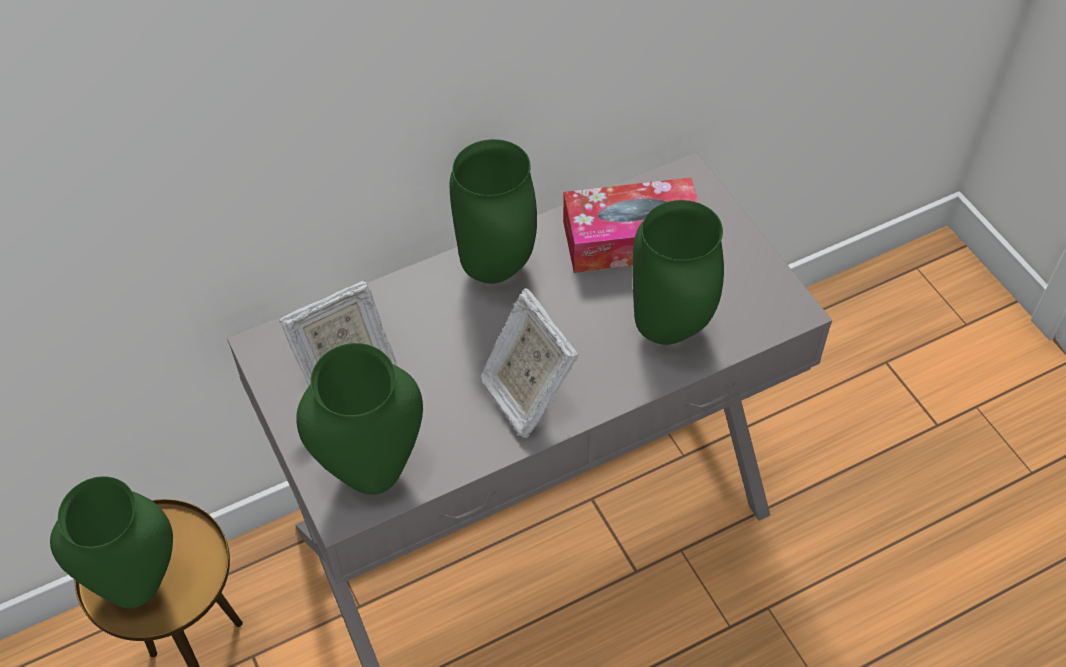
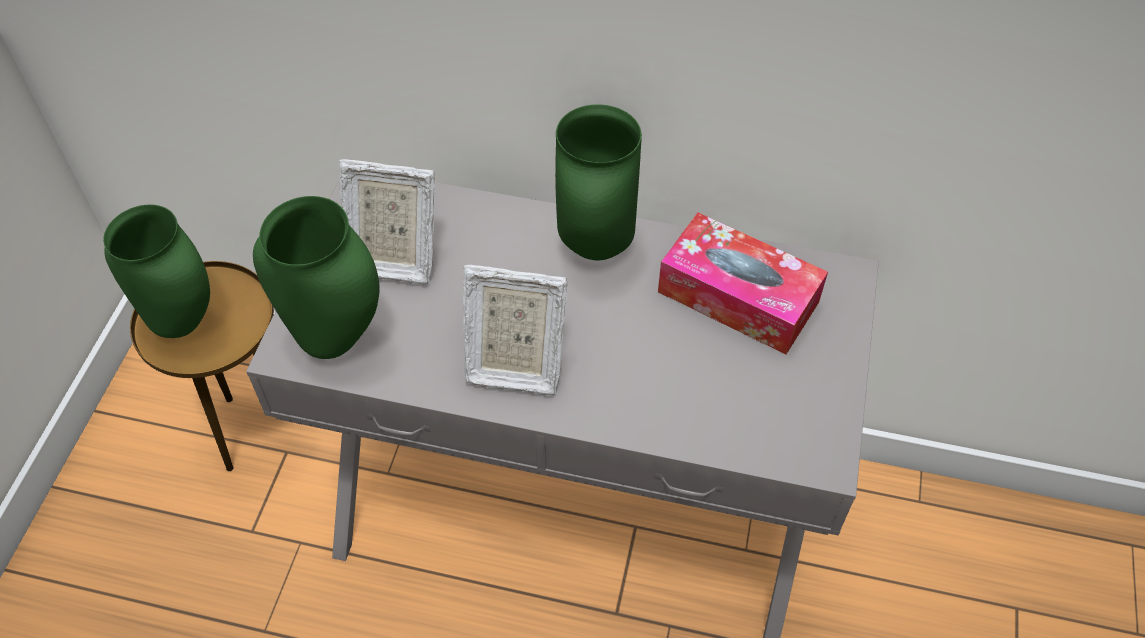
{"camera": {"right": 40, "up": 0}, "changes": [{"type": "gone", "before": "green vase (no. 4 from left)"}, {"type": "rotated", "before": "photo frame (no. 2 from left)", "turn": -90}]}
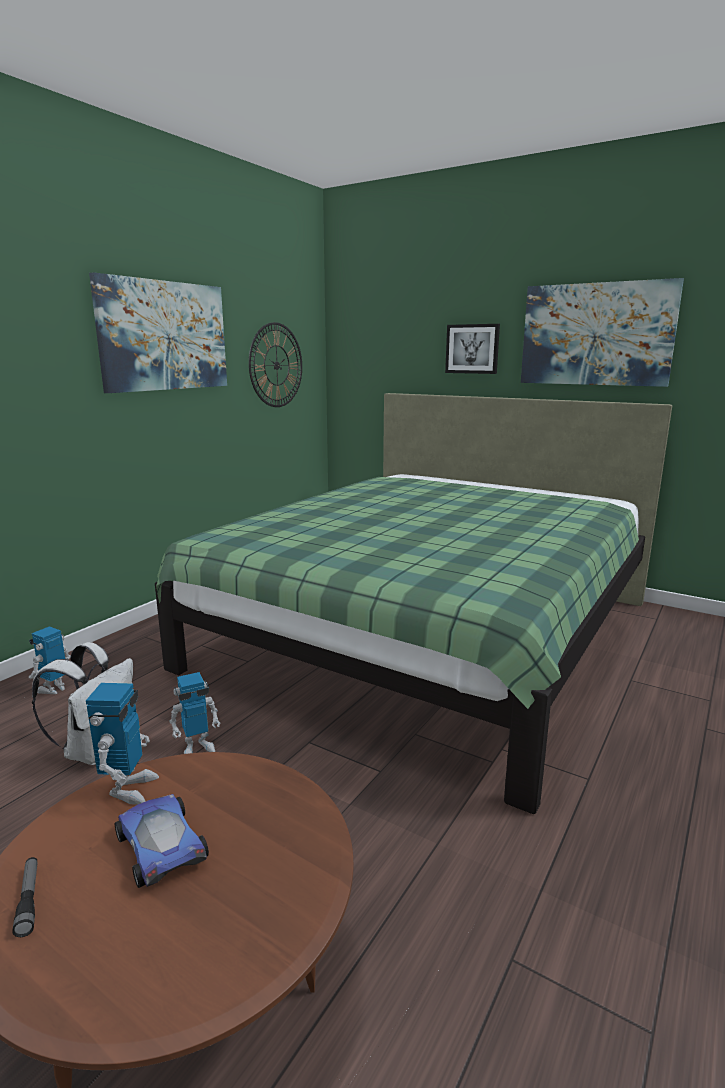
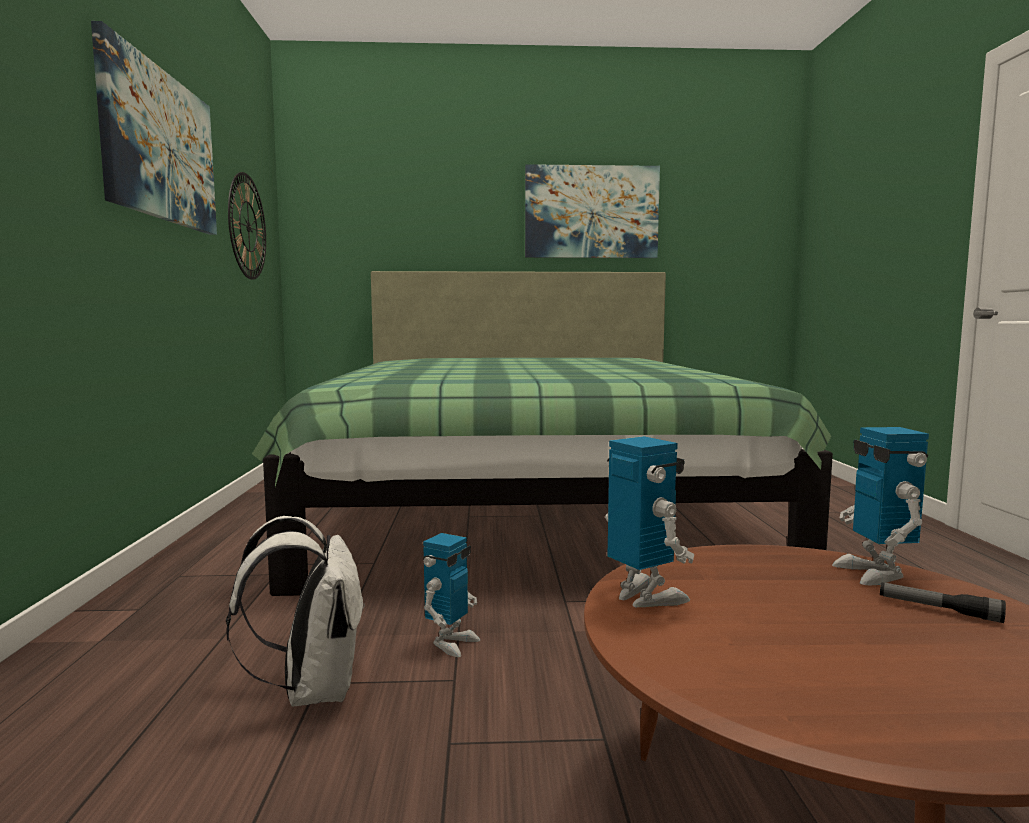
{"camera": {"right": -35, "up": -10}, "changes": [{"type": "gone", "before": "wall picture (no. 2 from left)"}, {"type": "shifted", "before": "toy robot (no. 1 from left in the first image)", "after": "toy robot (no. 3 from left)"}, {"type": "gone", "before": "toy car"}, {"type": "shifted", "before": "torch"}]}
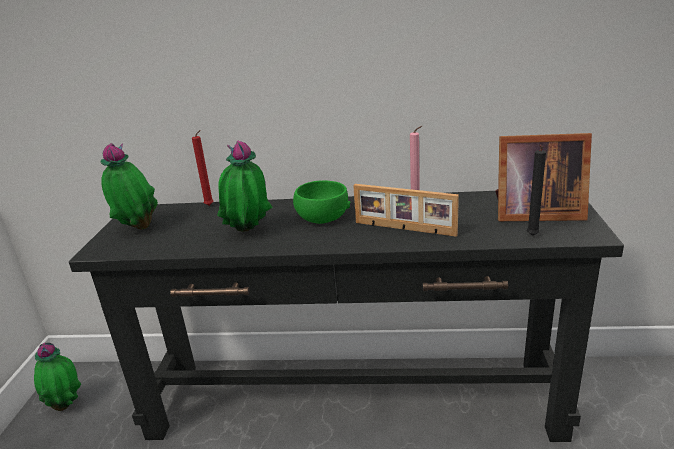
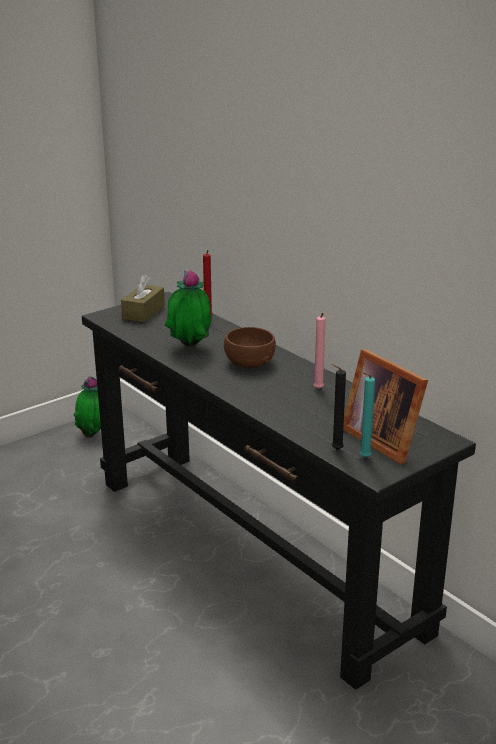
{"camera": {"right": 45, "up": 0}, "changes": [{"type": "swapped", "before": "plant in a pot (no. 2 from left)", "after": "brown tissue holder"}, {"type": "repainted", "before": "green deep dish", "after": "brown deep dish"}, {"type": "gone", "before": "photo frame (no. 1 from left)"}, {"type": "new", "after": "blue-green wax light"}]}
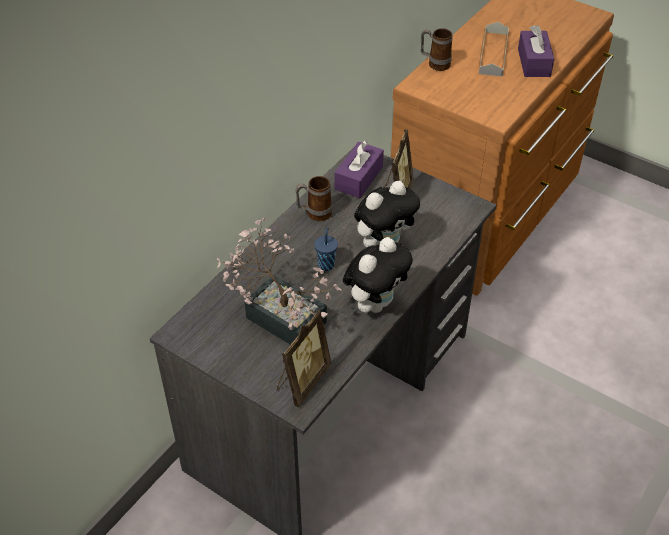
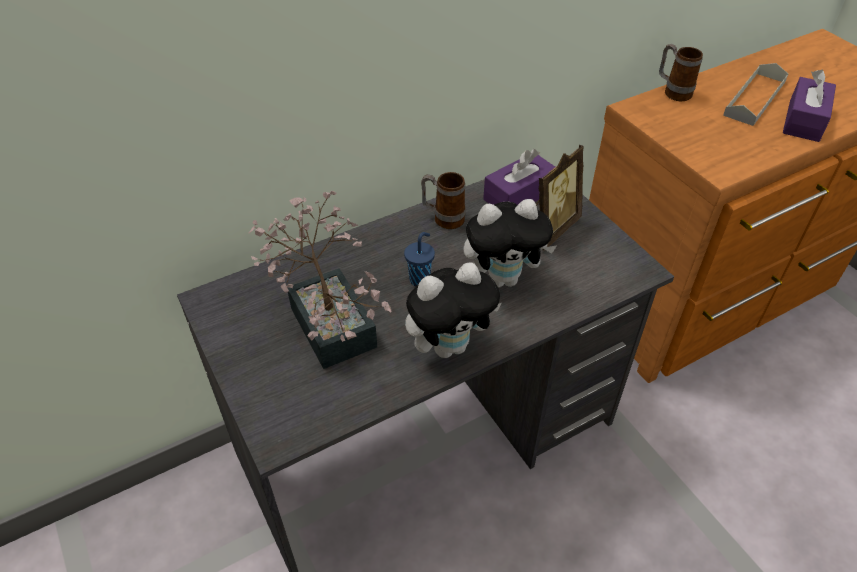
{"camera": {"right": 25, "up": 0}, "changes": [{"type": "gone", "before": "photo frame (no. 1 from left)"}]}
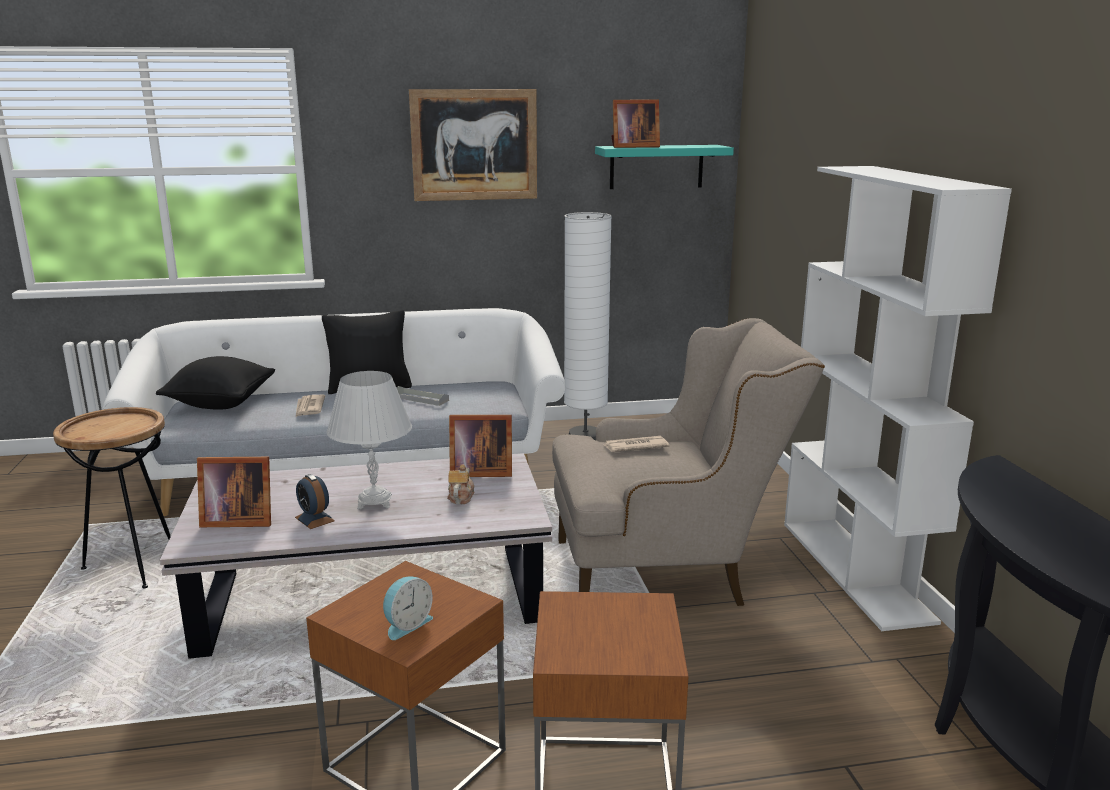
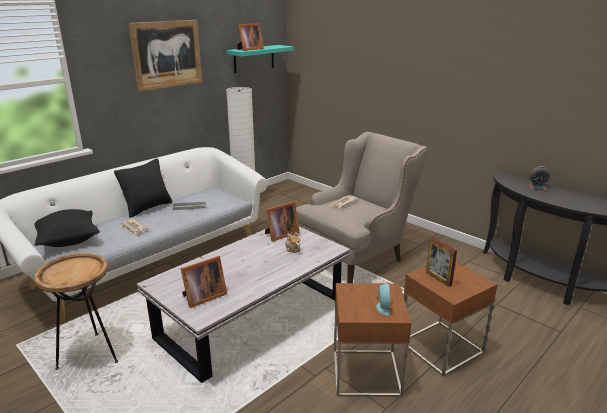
{"camera": {"right": -35, "up": 5}, "changes": [{"type": "gone", "before": "white-coloured bookcase"}, {"type": "gone", "before": "white-coloured tabletop lamp"}, {"type": "shifted", "before": "table clock (no. 1 from left in the first image)", "after": "table clock (no. 2 from left)"}, {"type": "new", "after": "photo frame (no. 4 from left)"}]}
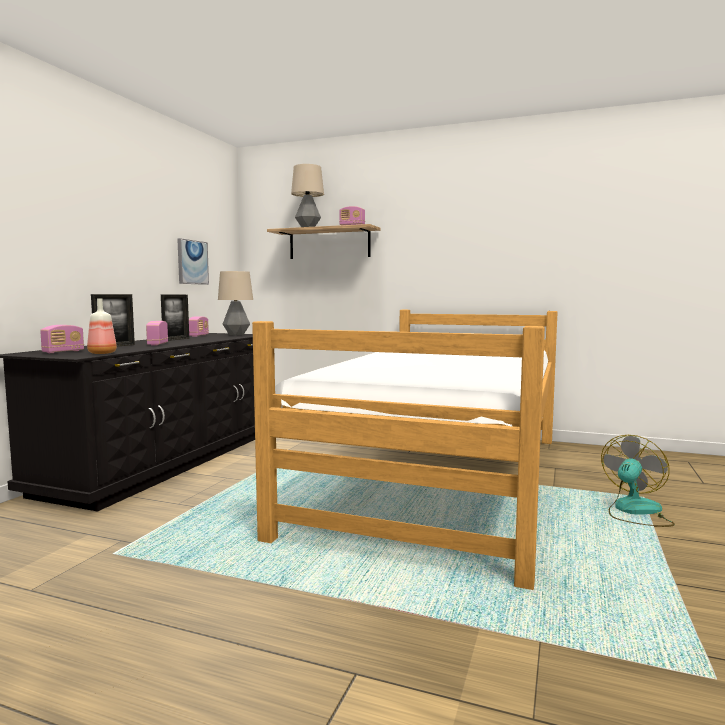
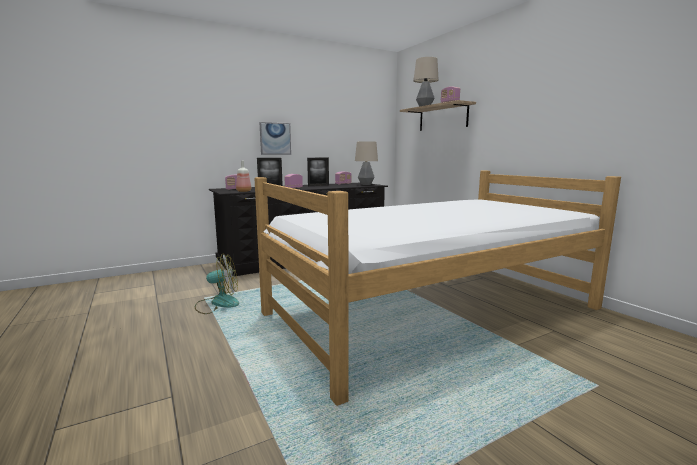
{"camera": {"right": 40, "up": 5}, "changes": [{"type": "shifted", "before": "wall picture"}, {"type": "shifted", "before": "cooling fan"}]}
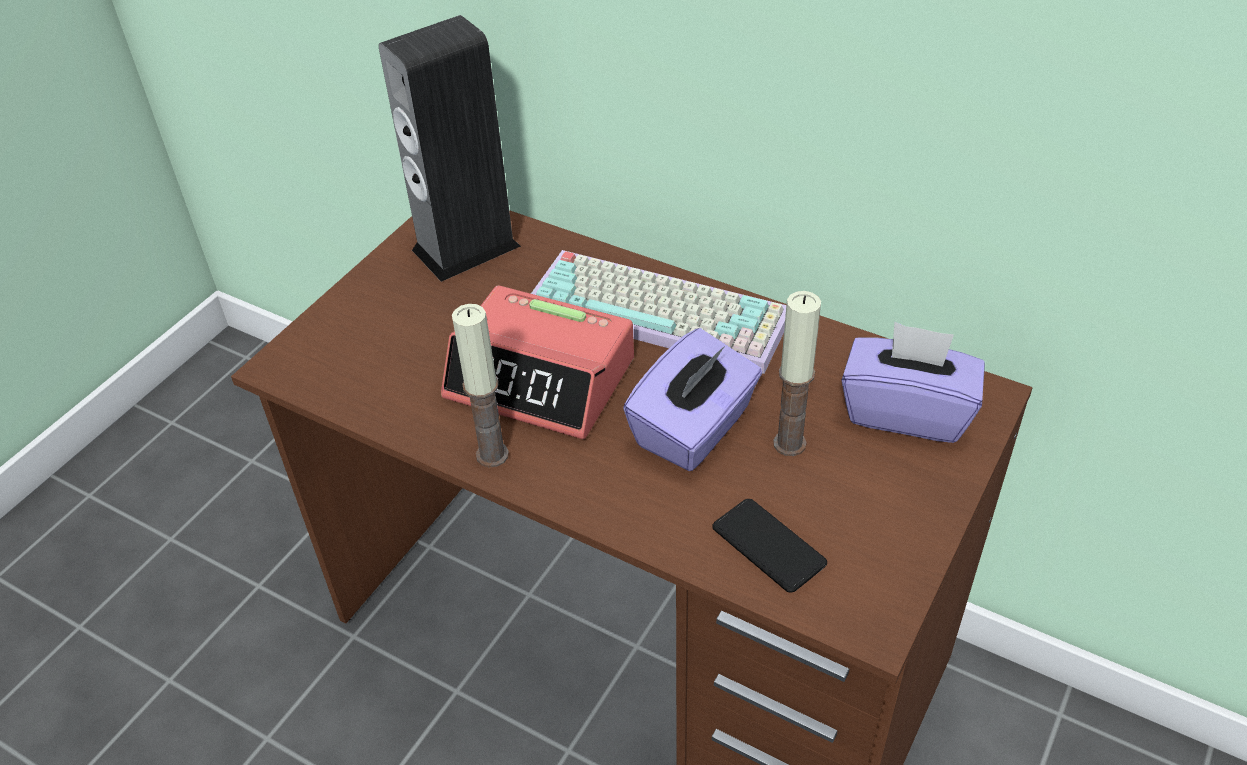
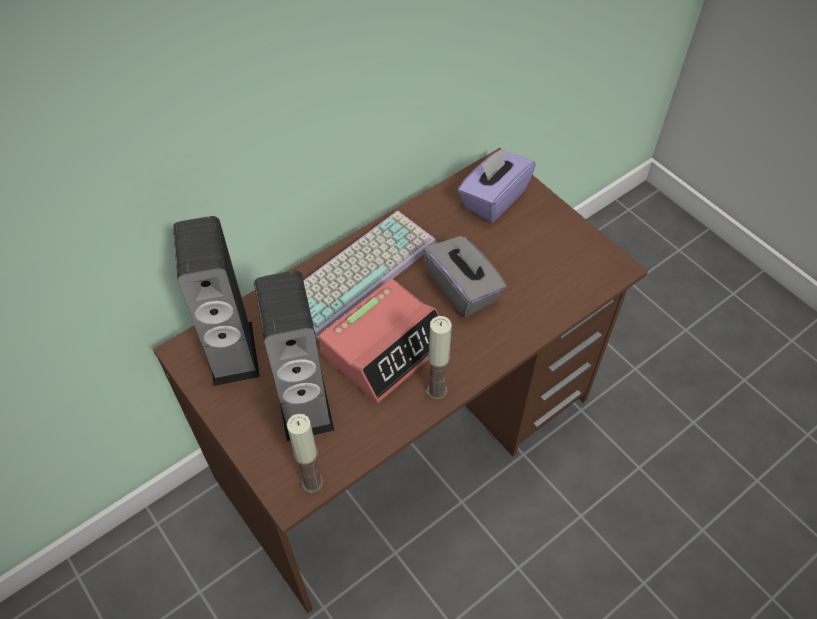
{"camera": {"right": -70, "up": 10}, "changes": [{"type": "shifted", "before": "wax light (no. 2 from left in the first image)", "after": "wax light (no. 1 from left)"}, {"type": "repainted", "before": "purplish tissue holder (no. 1 from left)", "after": "gray tissue holder"}, {"type": "gone", "before": "phone"}, {"type": "new", "after": "loudspeaker (no. 2 from left)"}]}
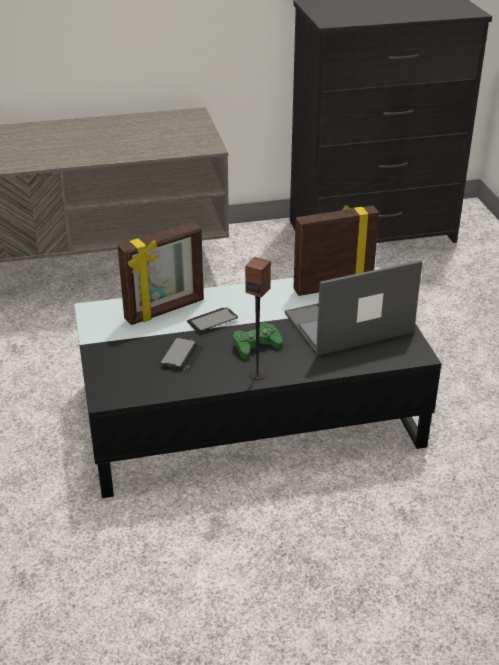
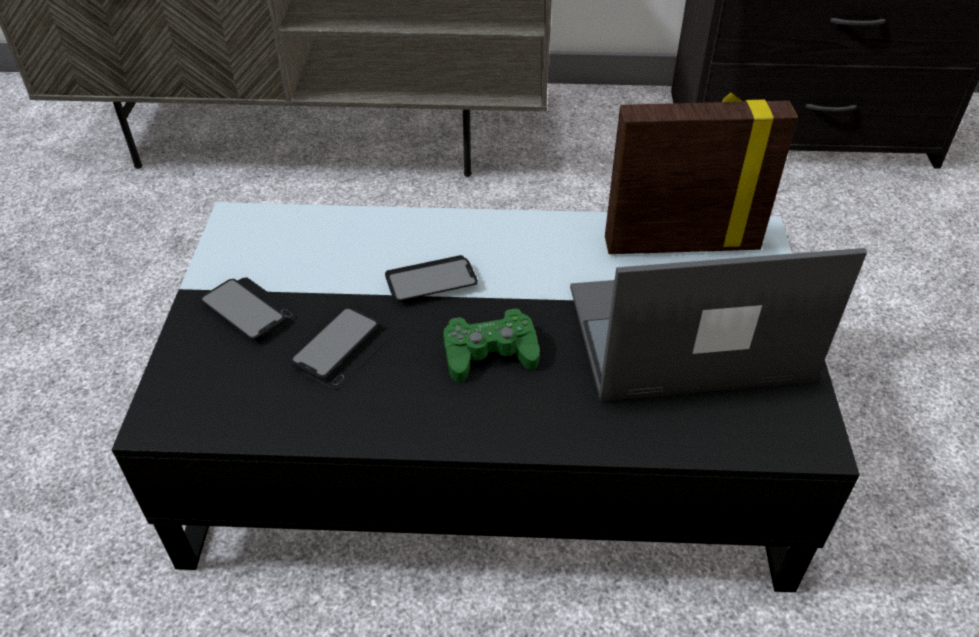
{"camera": {"right": 15, "up": 10}, "changes": [{"type": "gone", "before": "photo frame (no. 1 from left)"}, {"type": "gone", "before": "loudspeaker"}, {"type": "new", "after": "phone (no. 1 from left)"}]}
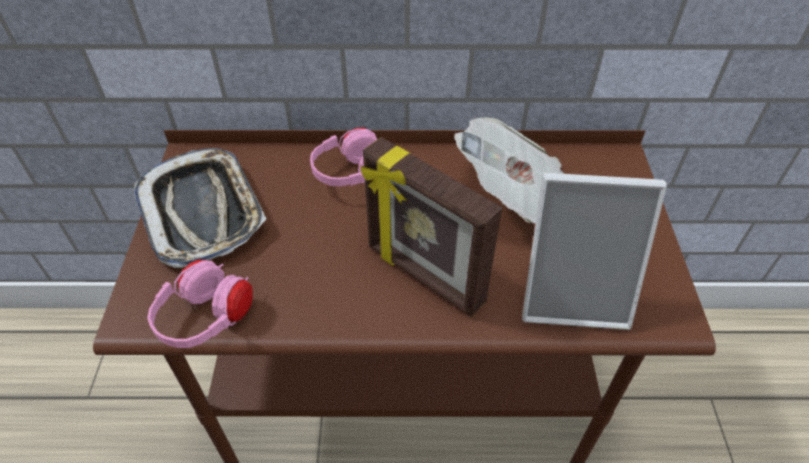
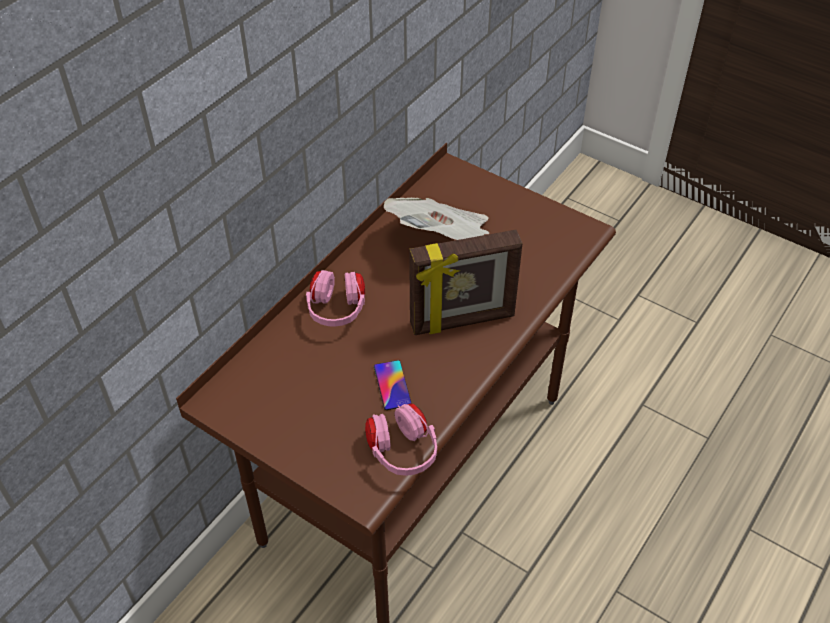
{"camera": {"right": -55, "up": 0}, "changes": [{"type": "gone", "before": "tray"}, {"type": "gone", "before": "photo frame (no. 2 from left)"}, {"type": "new", "after": "phone"}]}
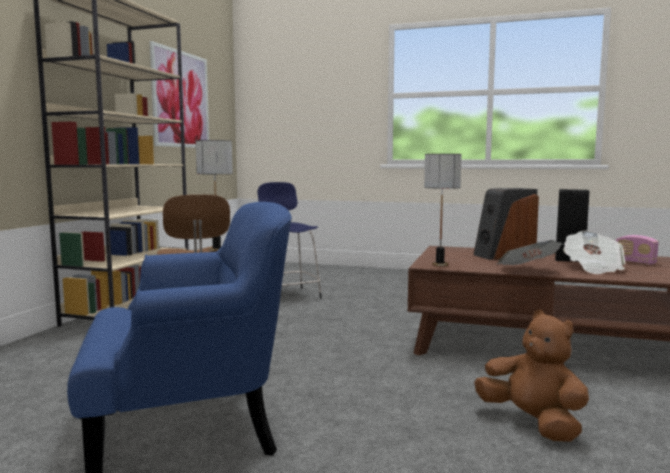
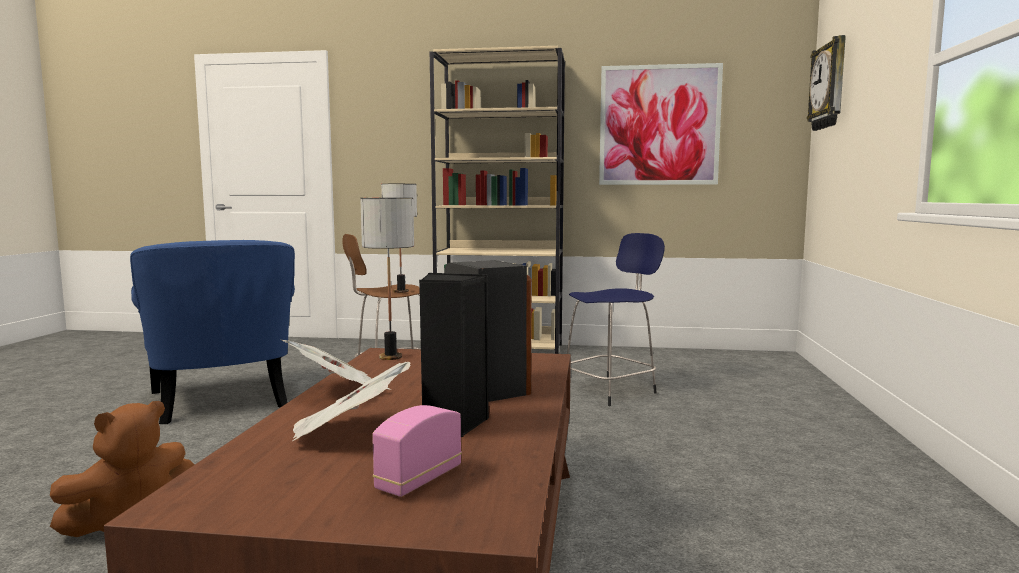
{"camera": {"right": 80, "up": 0}, "changes": [{"type": "new", "after": "clock on the wall"}]}
